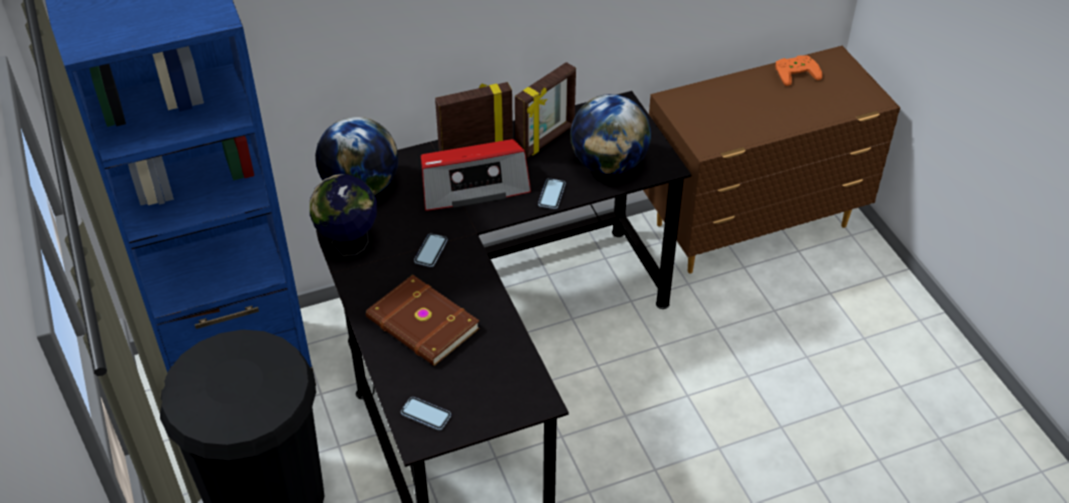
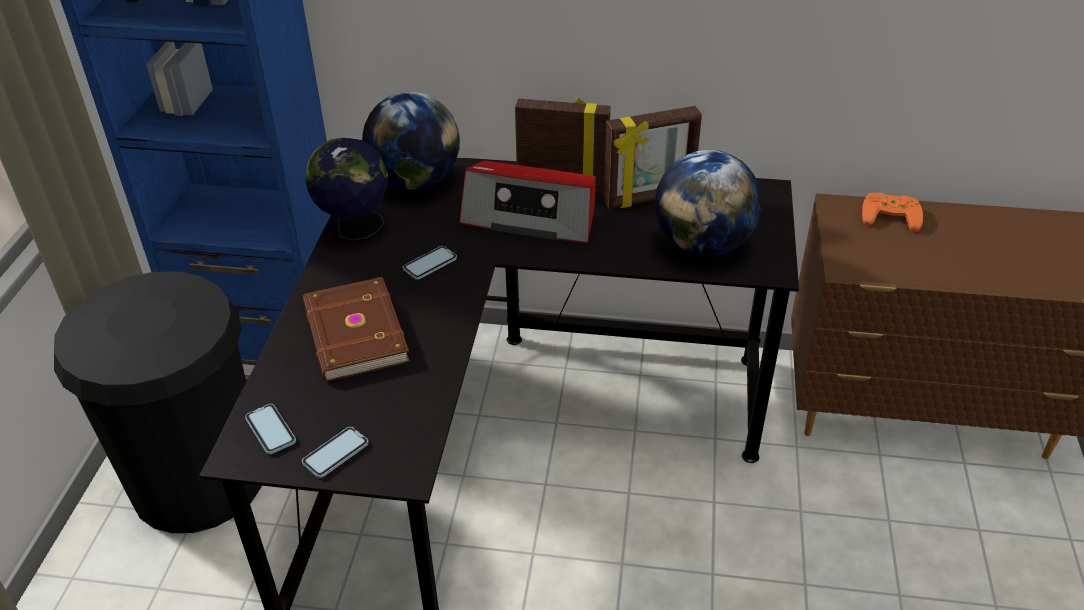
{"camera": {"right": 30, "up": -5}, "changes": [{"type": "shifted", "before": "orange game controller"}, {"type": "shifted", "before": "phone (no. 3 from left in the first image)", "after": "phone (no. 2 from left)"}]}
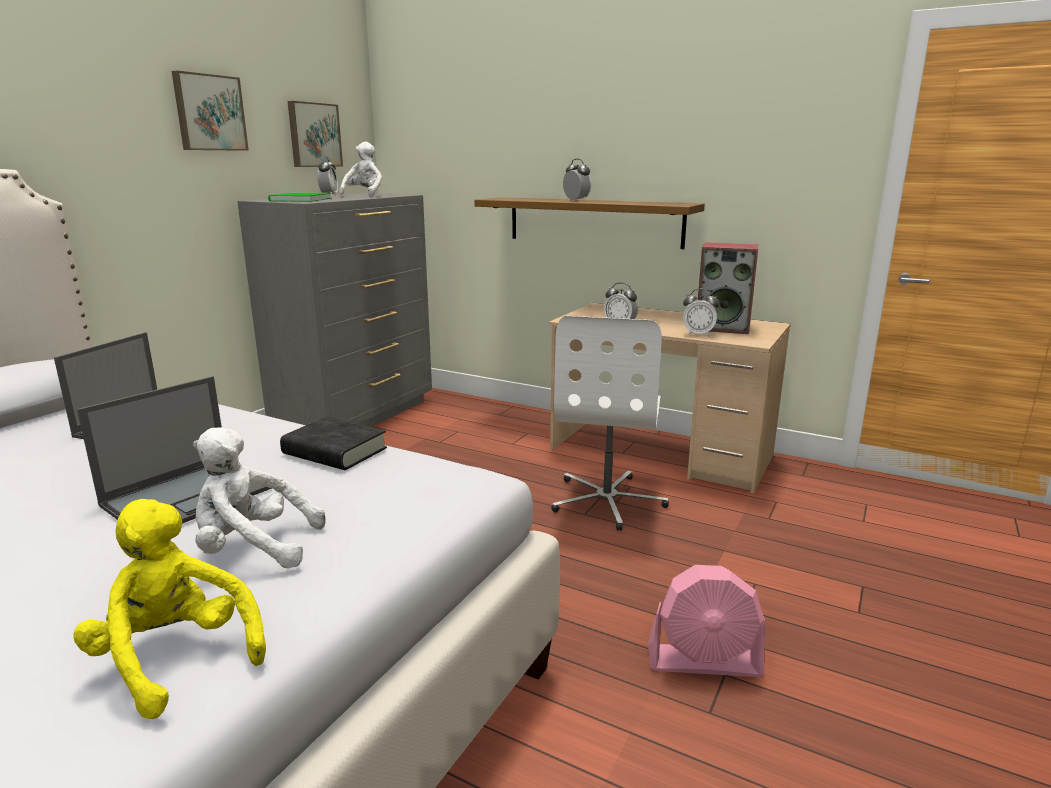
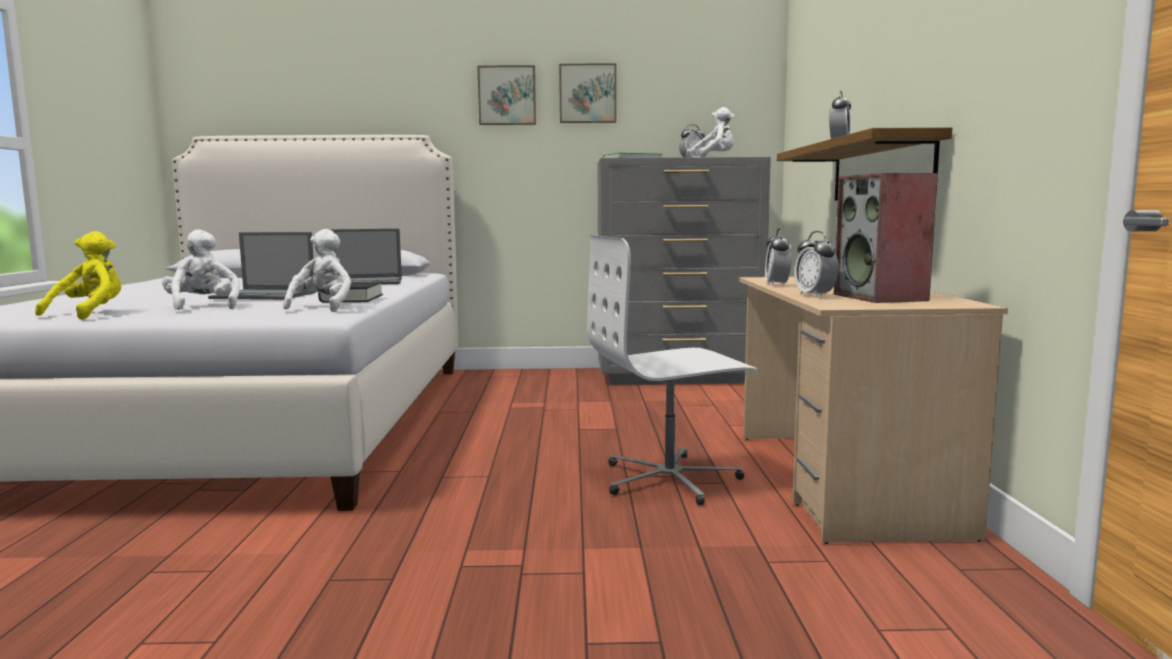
{"camera": {"right": 60, "up": -10}, "changes": [{"type": "shifted", "before": "wall picture (no. 2 from left in the first image)", "after": "wall picture (no. 1 from left)"}, {"type": "gone", "before": "pinkish cooling fan"}, {"type": "new", "after": "white-coloured cuddly toy (no. 2 from left)"}]}
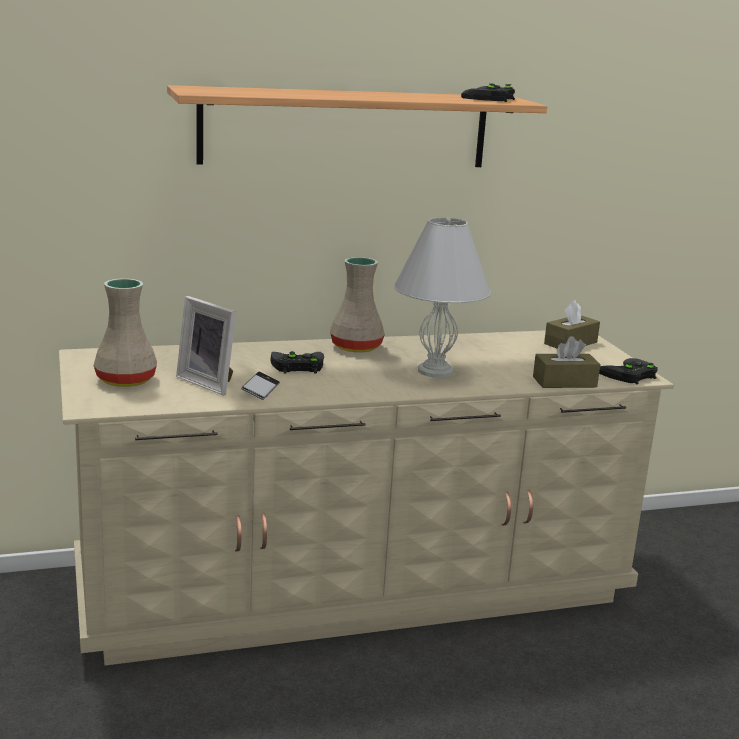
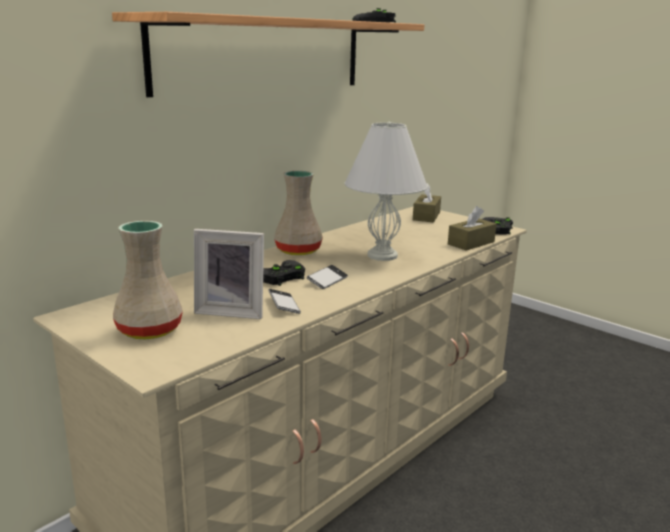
{"camera": {"right": -30, "up": 0}, "changes": [{"type": "new", "after": "phone (no. 2 from left)"}]}
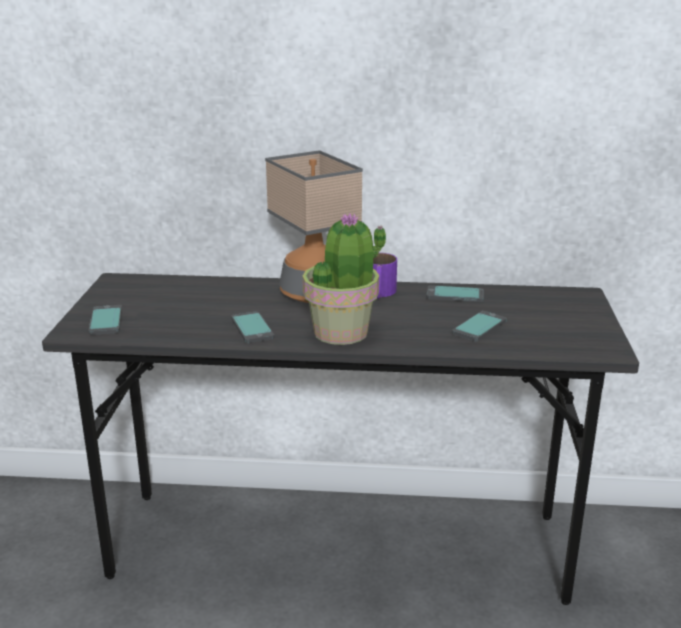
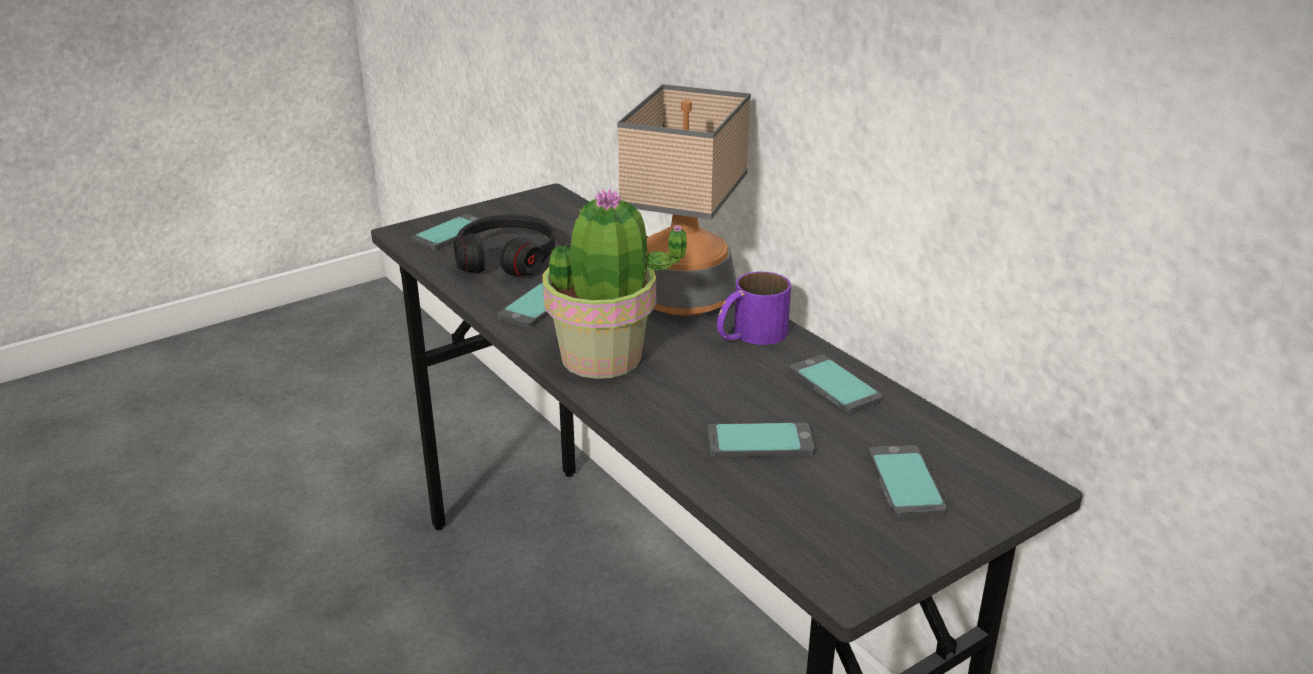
{"camera": {"right": 50, "up": 5}, "changes": [{"type": "new", "after": "black headphones"}, {"type": "new", "after": "phone (no. 5 from left)"}]}
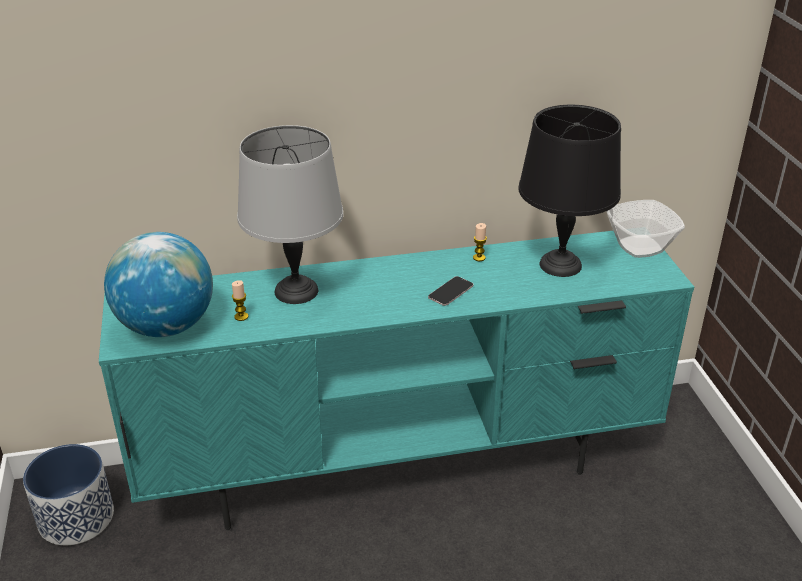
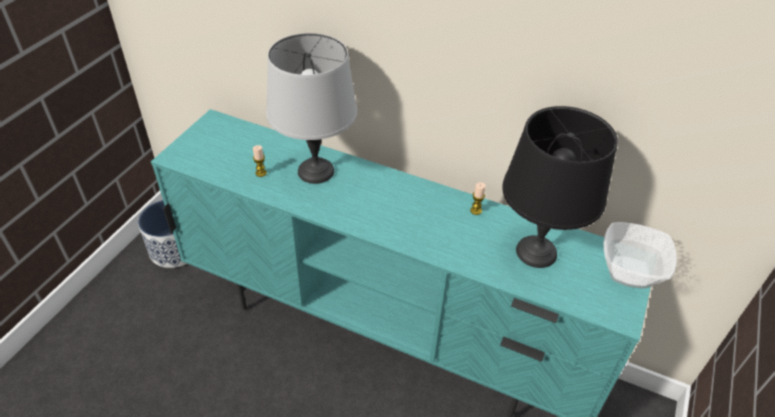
{"camera": {"right": 35, "up": 10}, "changes": [{"type": "gone", "before": "world globe"}, {"type": "gone", "before": "phone"}]}
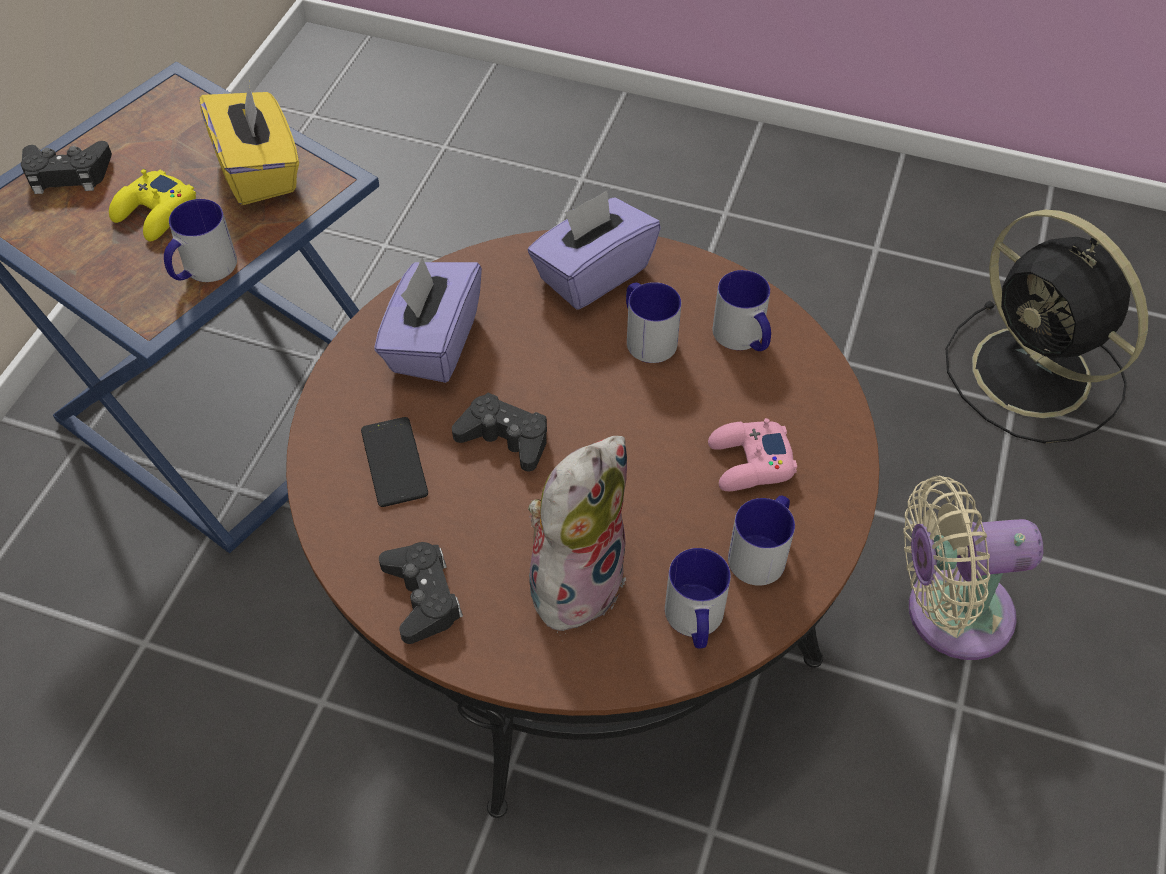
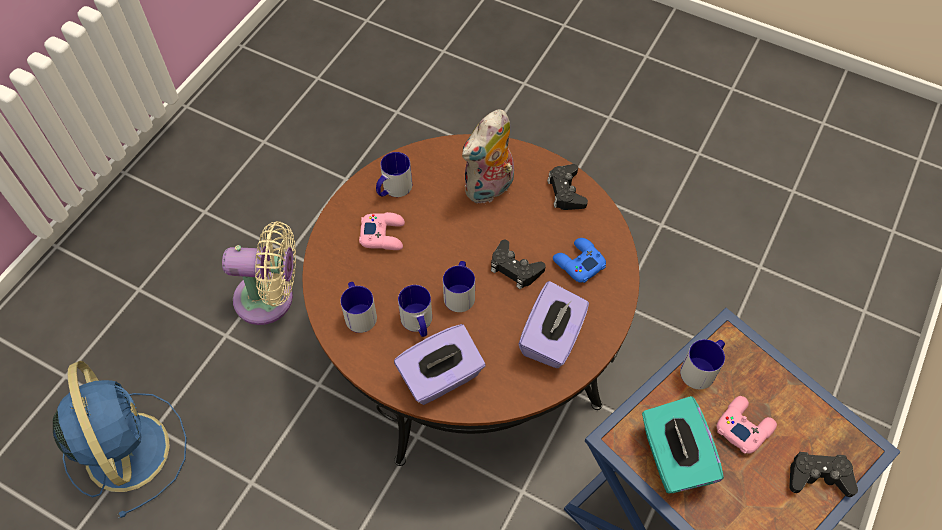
{"camera": {"right": -170, "up": 5}, "changes": [{"type": "repainted", "before": "yellow tissue holder", "after": "blue-green tissue holder"}, {"type": "repainted", "before": "yellow game controller", "after": "pinkish game controller (no. 2 from left)"}, {"type": "repainted", "before": "black cooling fan", "after": "bluish cooling fan"}, {"type": "swapped", "before": "phone", "after": "bluish game controller"}, {"type": "shifted", "before": "coffee mug (no. 3 from left in the first image)", "after": "coffee mug (no. 4 from left)"}]}
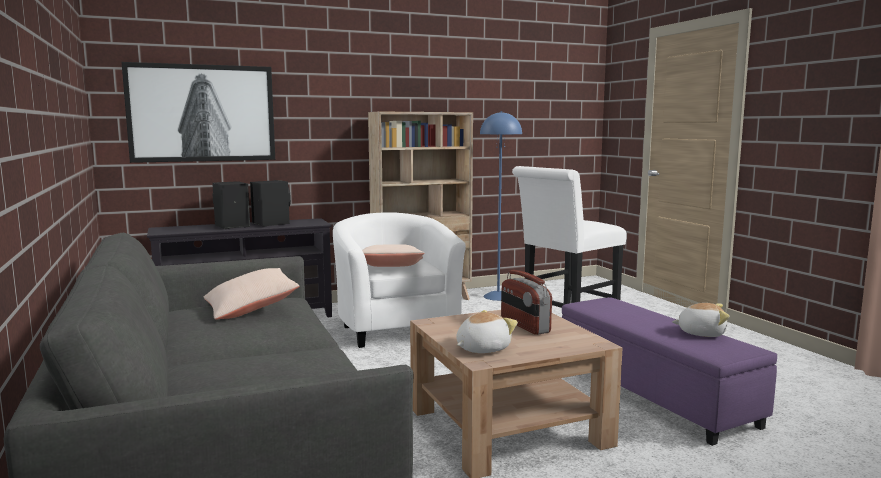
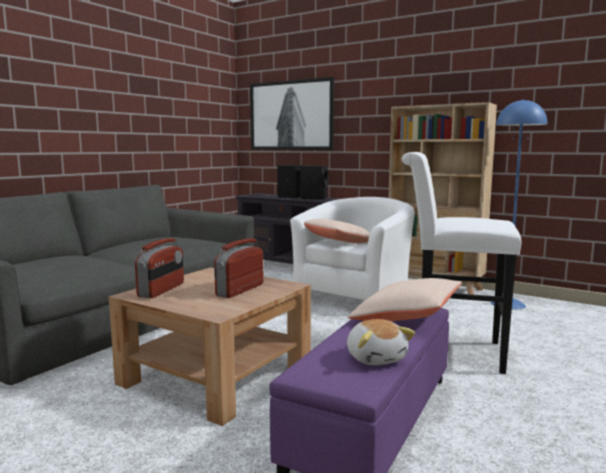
{"camera": {"right": 55, "up": 0}, "changes": [{"type": "shifted", "before": "beige cushion (no. 1 from left in the first image)", "after": "beige cushion (no. 2 from left)"}, {"type": "swapped", "before": "cuddly toy (no. 1 from left)", "after": "radio receiver (no. 1 from left)"}]}
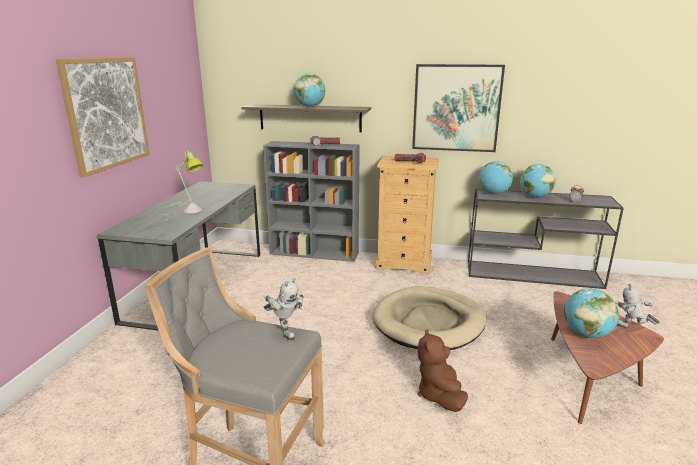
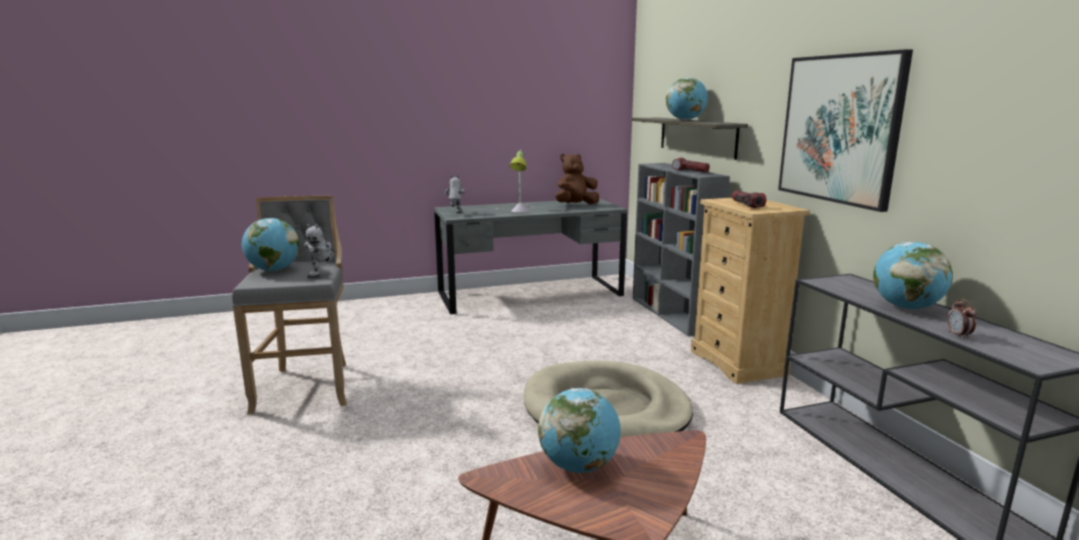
{"camera": {"right": 60, "up": -5}, "changes": [{"type": "gone", "before": "wall picture (no. 1 from left)"}, {"type": "shifted", "before": "world globe (no. 2 from left in the first image)", "after": "world globe (no. 1 from left)"}, {"type": "shifted", "before": "toy robot (no. 2 from left)"}, {"type": "shifted", "before": "brown cuddly toy"}]}
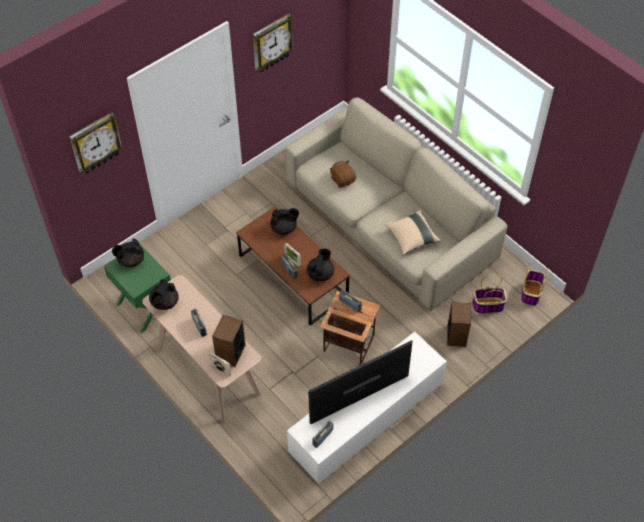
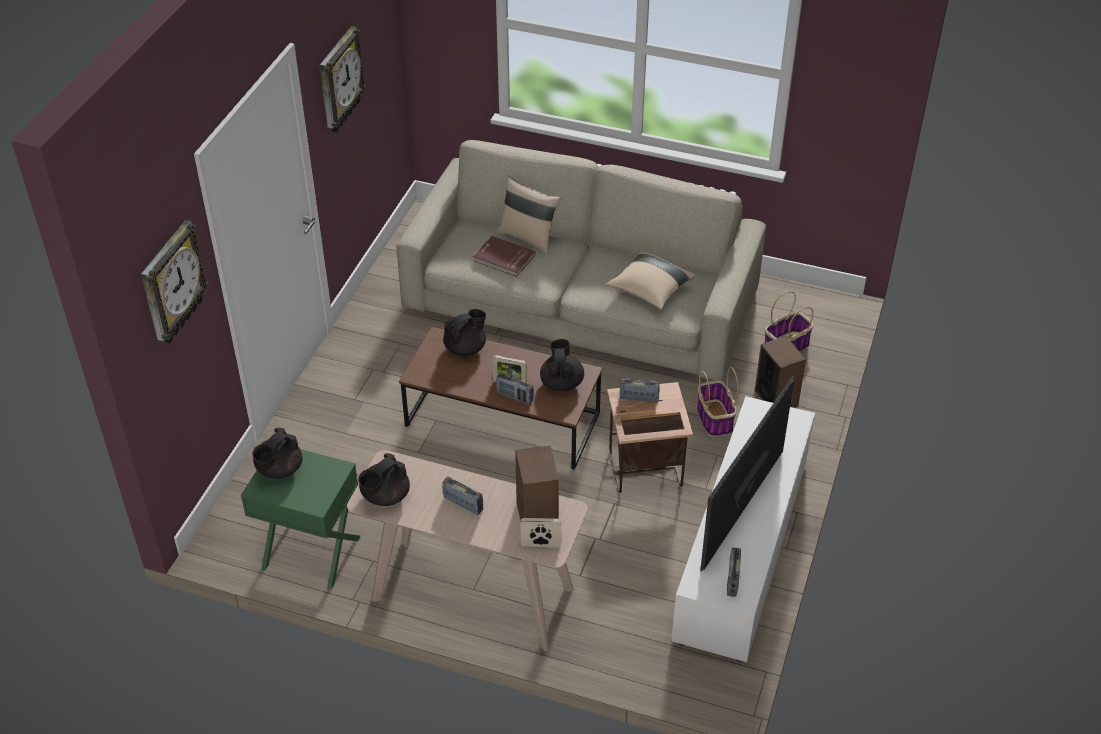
{"camera": {"right": -30, "up": -10}, "changes": [{"type": "swapped", "before": "brown cuddly toy", "after": "reddish volume"}, {"type": "shifted", "before": "storage basket (no. 2 from left in the first image)", "after": "storage basket (no. 1 from left)"}, {"type": "rotated", "before": "black tea pot (no. 2 from left)", "turn": 45}, {"type": "new", "after": "beige cushion (no. 1 from left)"}]}
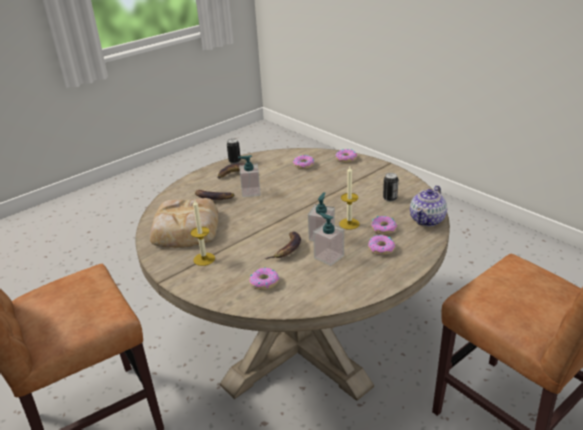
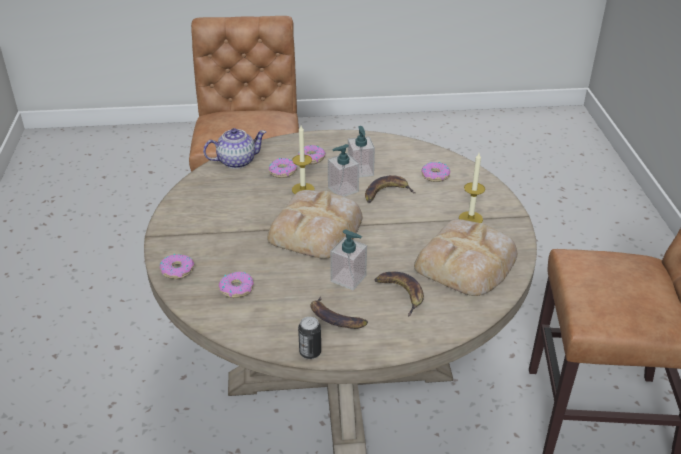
{"camera": {"right": -145, "up": 5}, "changes": [{"type": "gone", "before": "can (no. 2 from left)"}, {"type": "new", "after": "bakery bread (no. 1 from left)"}]}
